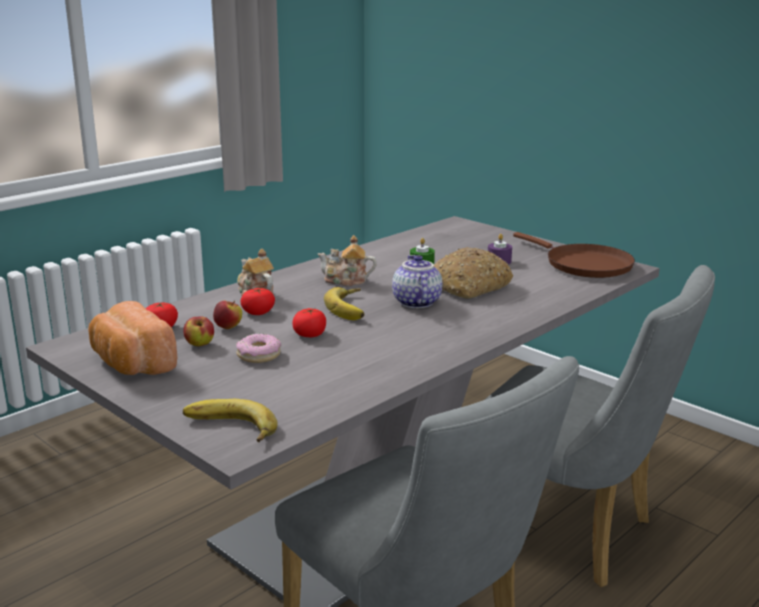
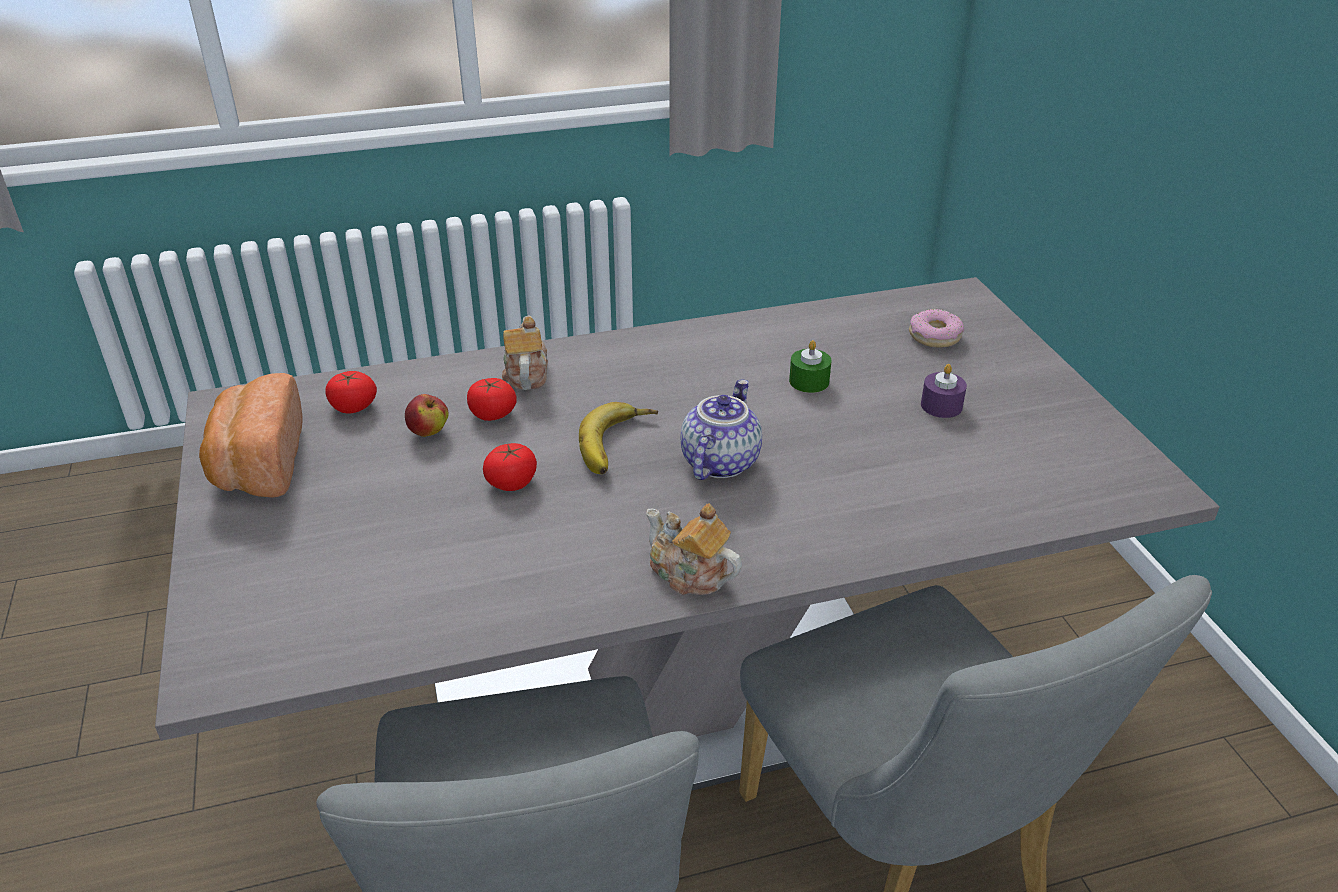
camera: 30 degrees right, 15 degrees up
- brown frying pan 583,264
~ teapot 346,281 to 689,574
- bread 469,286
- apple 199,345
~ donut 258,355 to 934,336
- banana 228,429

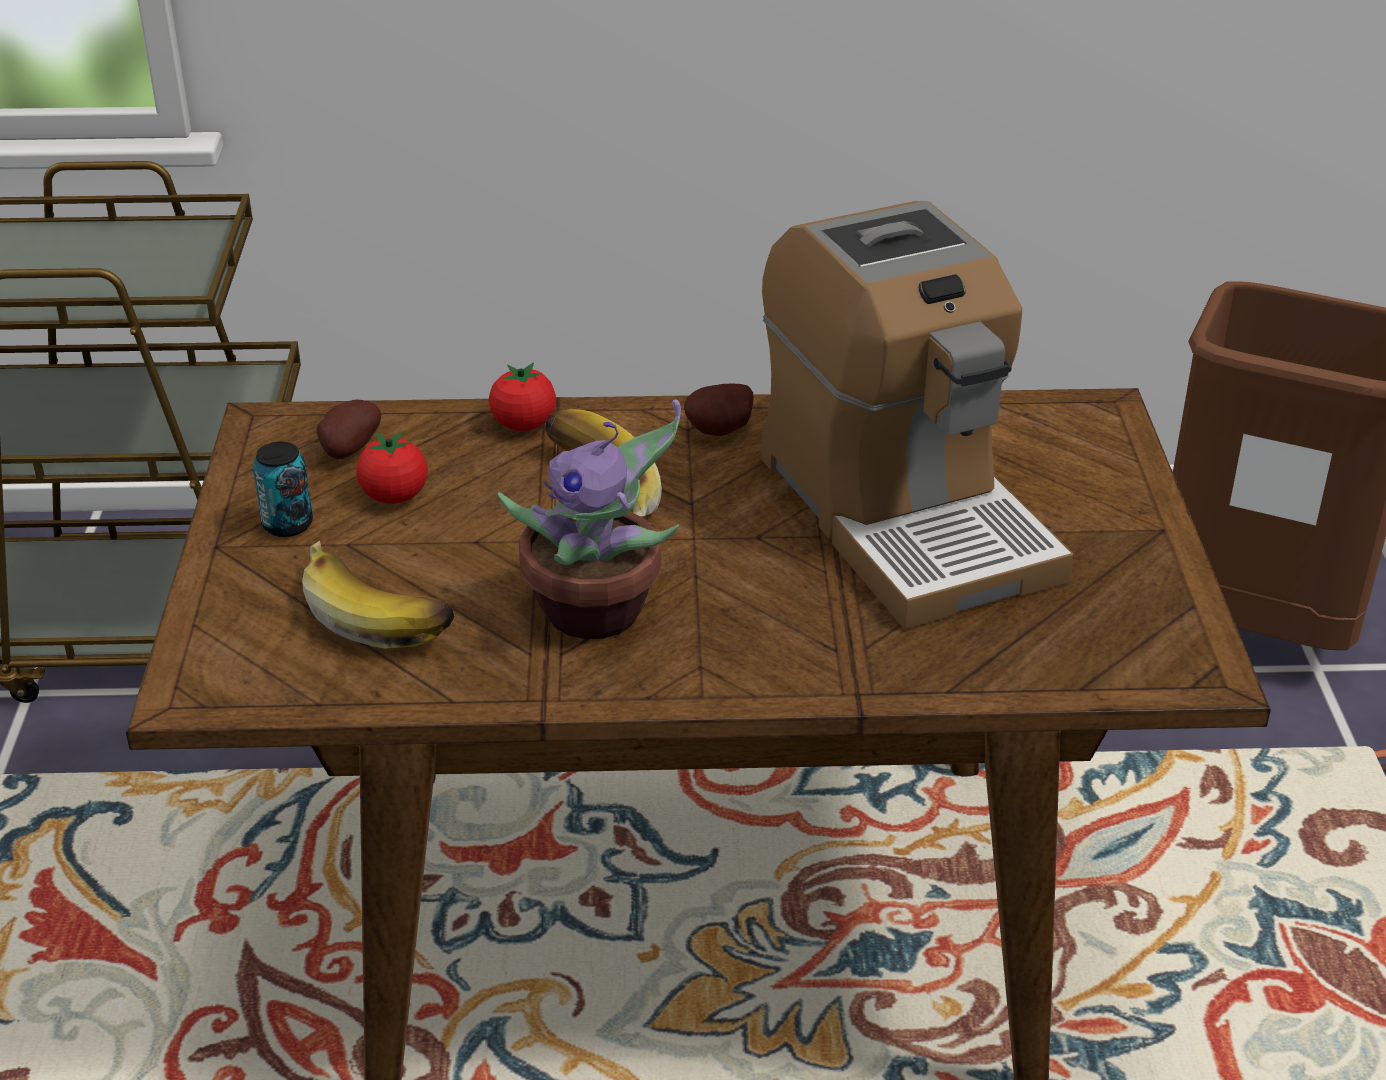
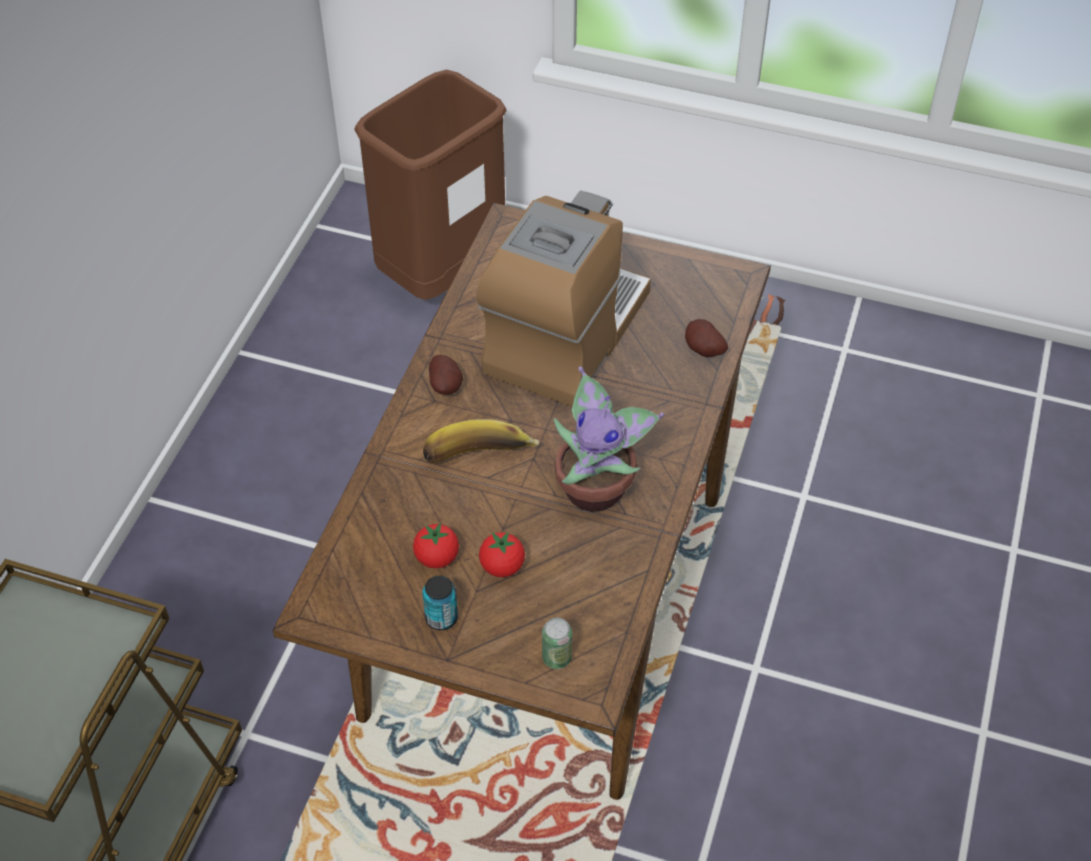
camera: 70 degrees left, 15 degrees up
~ coffee machine 904,514 = 565,335 60 degrees counterclockwise
~ tomato 524,425 to 502,566
~ potato 348,451 to 702,351
- banana 381,614
+ can 556,658

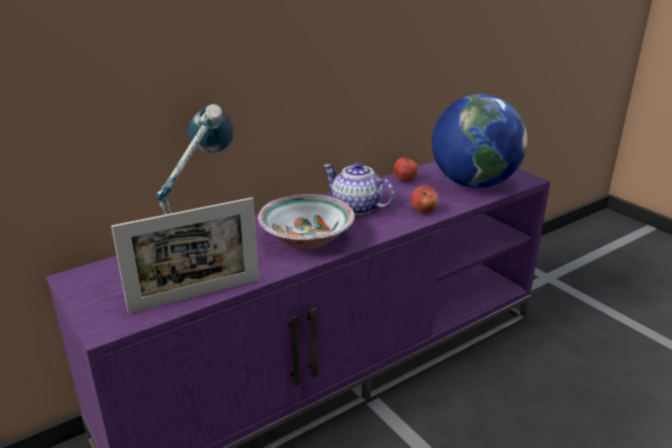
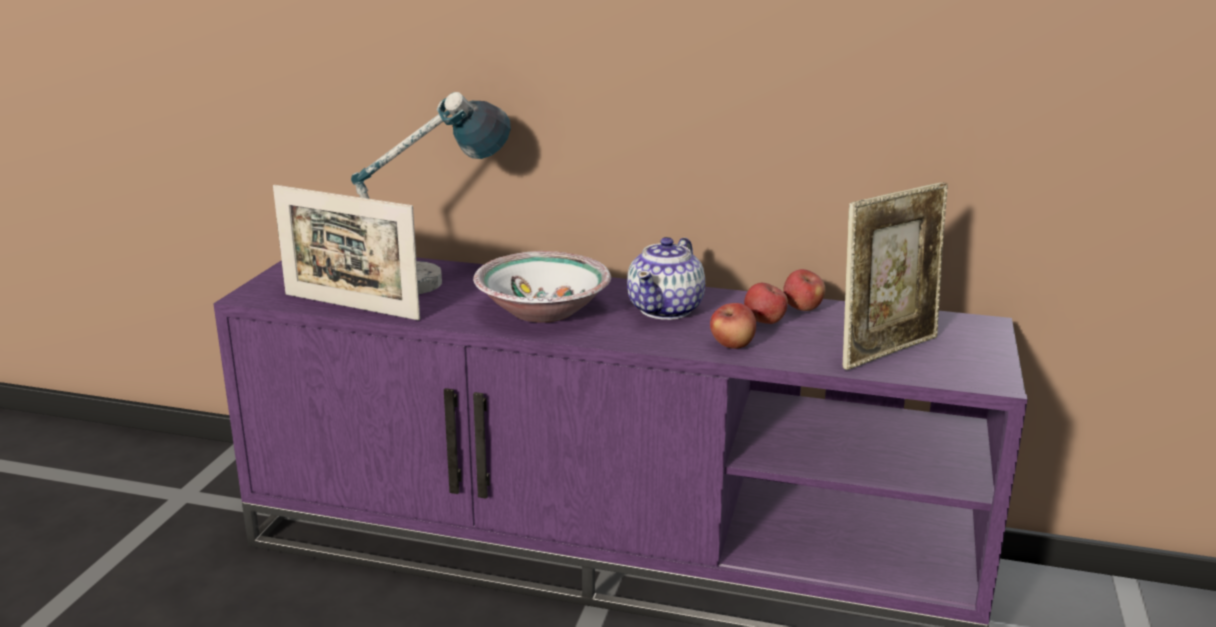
camera: 50 degrees right, 5 degrees down
~ globe 473,183 to picture frame 887,350
~ teapot 357,208 = 666,309 150 degrees counterclockwise
+ apple 764,323

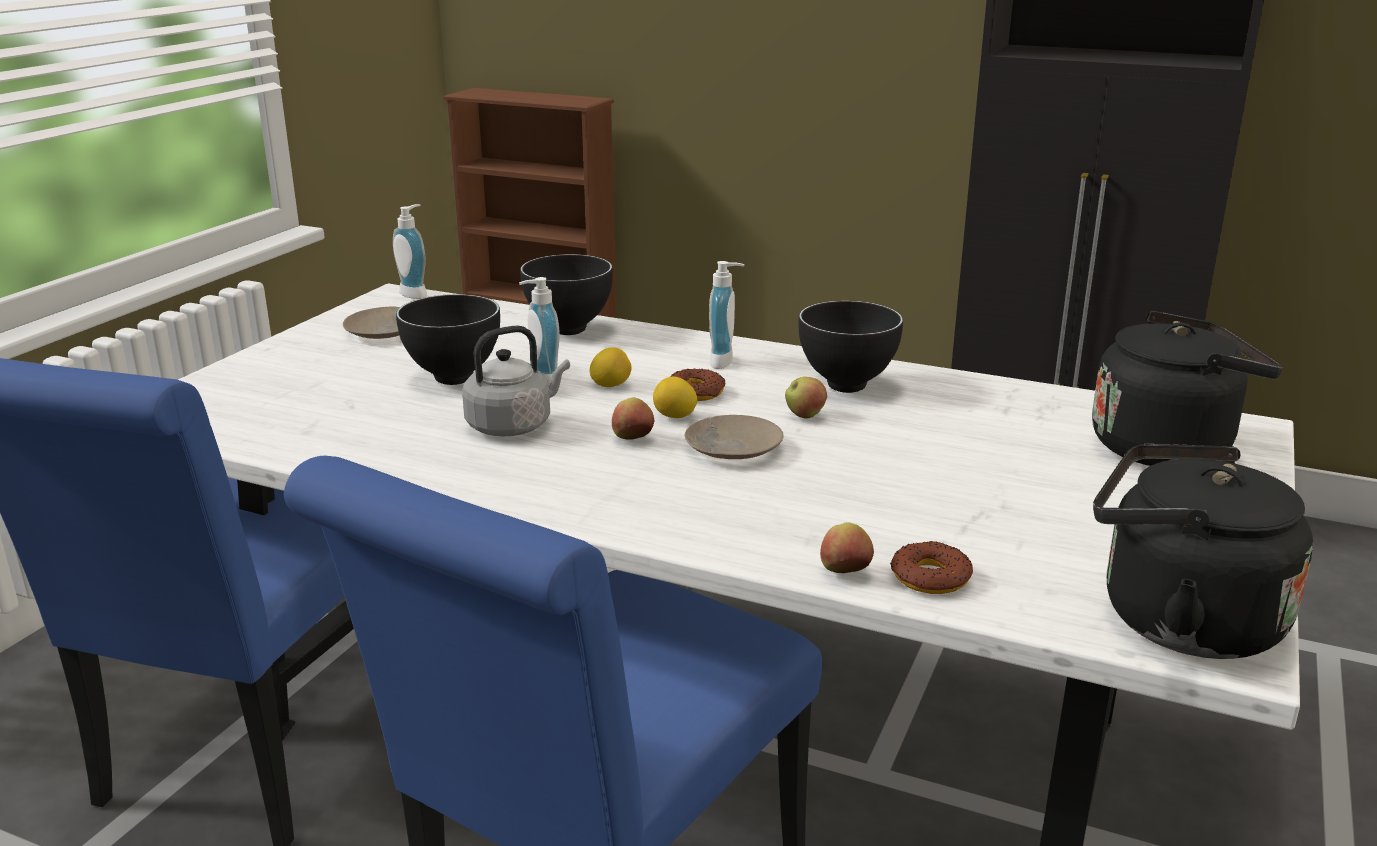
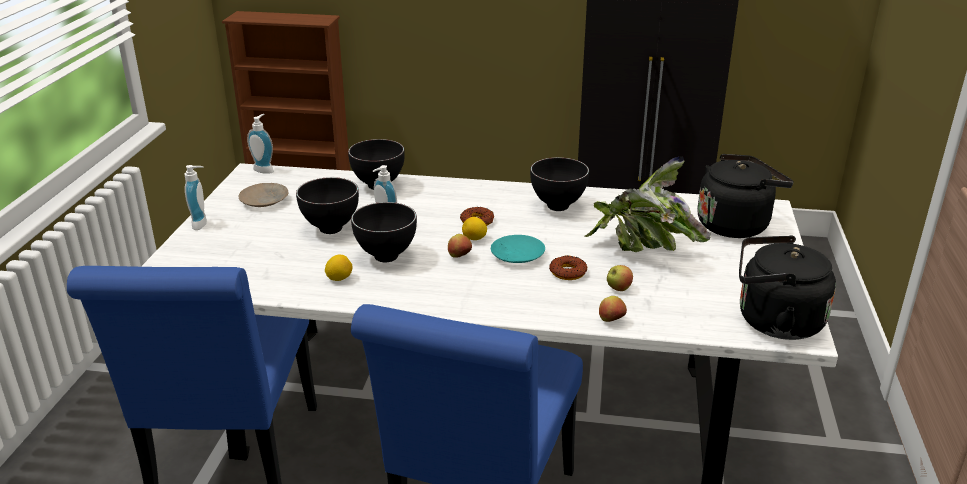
camera: 15 degrees left, 5 degrees up
~ soap dispenser 726,362 to 202,224
~ grey kettle 513,425 to black bowl 386,256
~ lemon 610,385 to 339,278
~ apple 805,416 to 618,289
~ beige plate 732,449 to turquoise plate 517,255
~ donut 930,577 to 567,272
+ potted plant 642,252

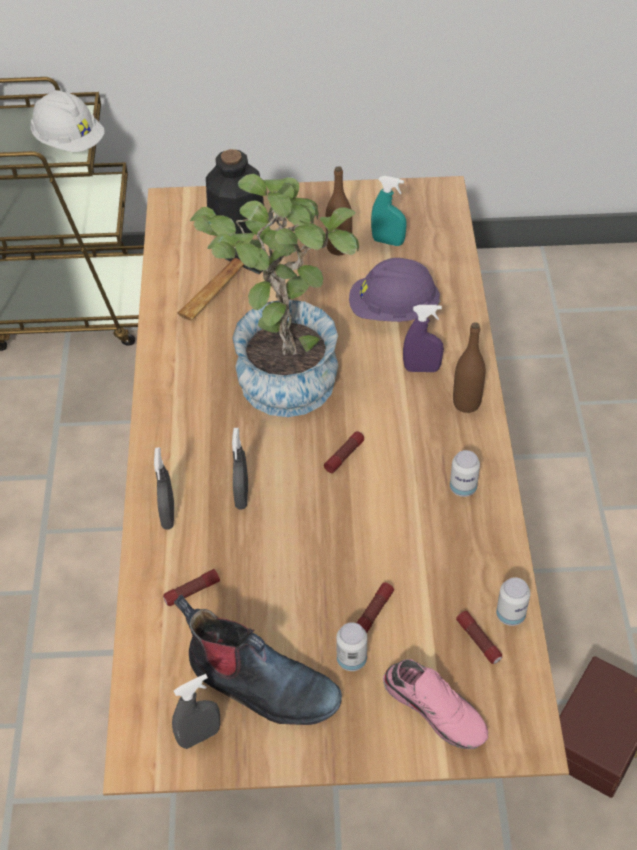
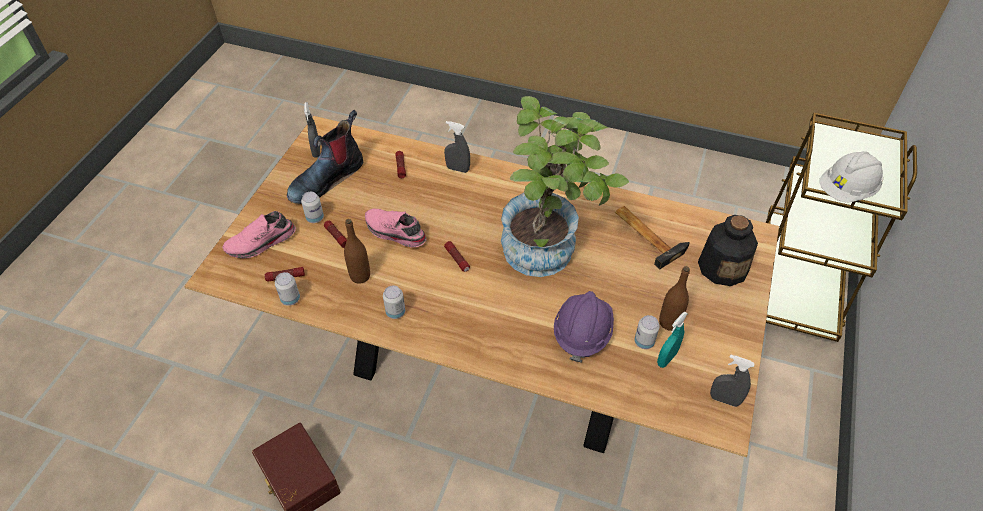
camera: 110 degrees right, 0 degrees up
- purple spray bottle 422,369
~ brown bottle 466,403 to 360,276
~ grey spray bottle 241,496 to 724,399
+ pink shoe 394,233
+ can 644,342

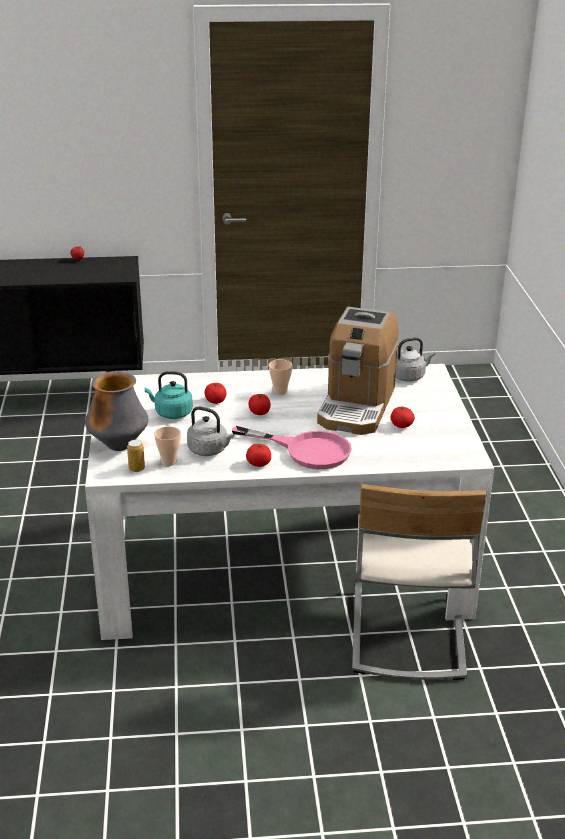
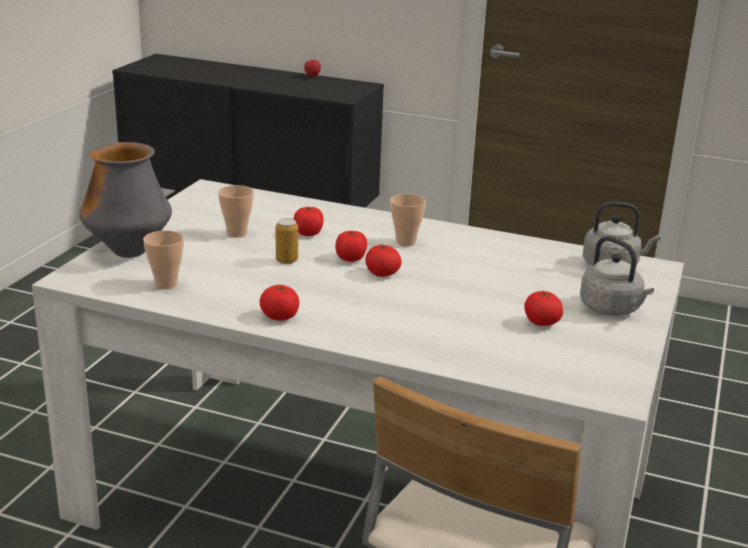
camera: 25 degrees right, 5 degrees down
- coffee machine 356,406
~ turquoise kettle 171,413 to cup 237,233
~ grey kettle 209,450 to 612,309
- pink frying pan 307,450
~ can 136,468 to 286,260
+ tomato 382,274

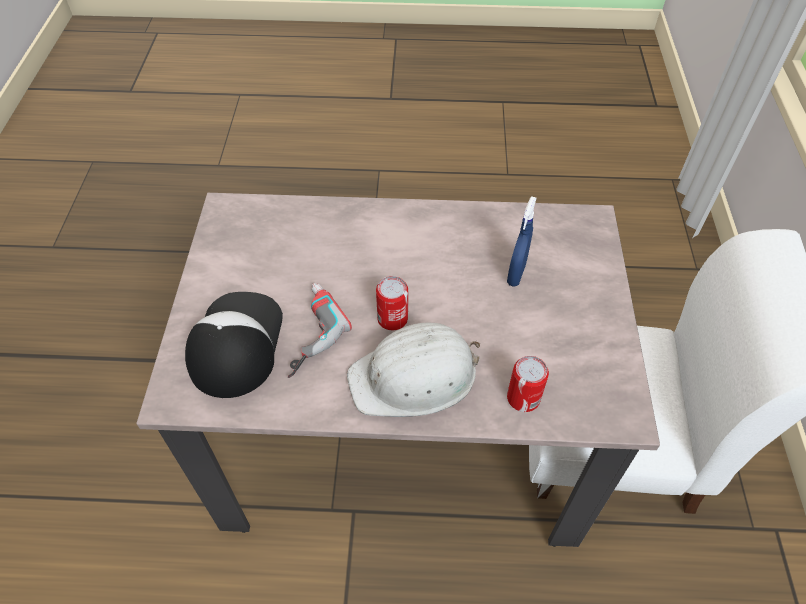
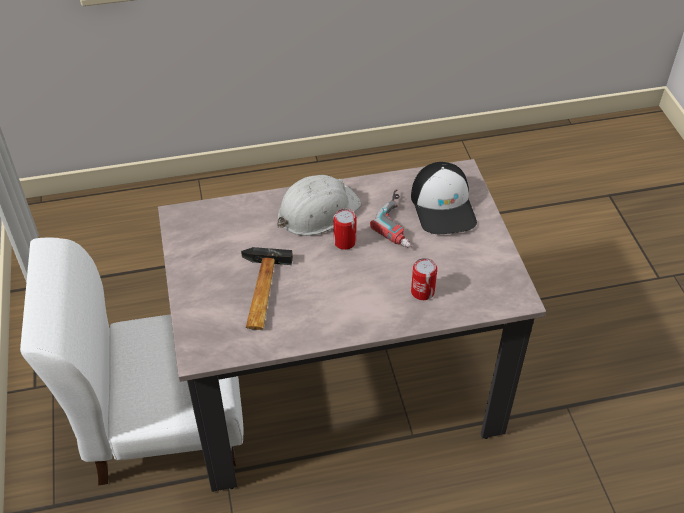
camera: 165 degrees right, 5 degrees down
~ blue spray bottle 516,274 to hammer 260,292
~ can 523,398 to 422,292

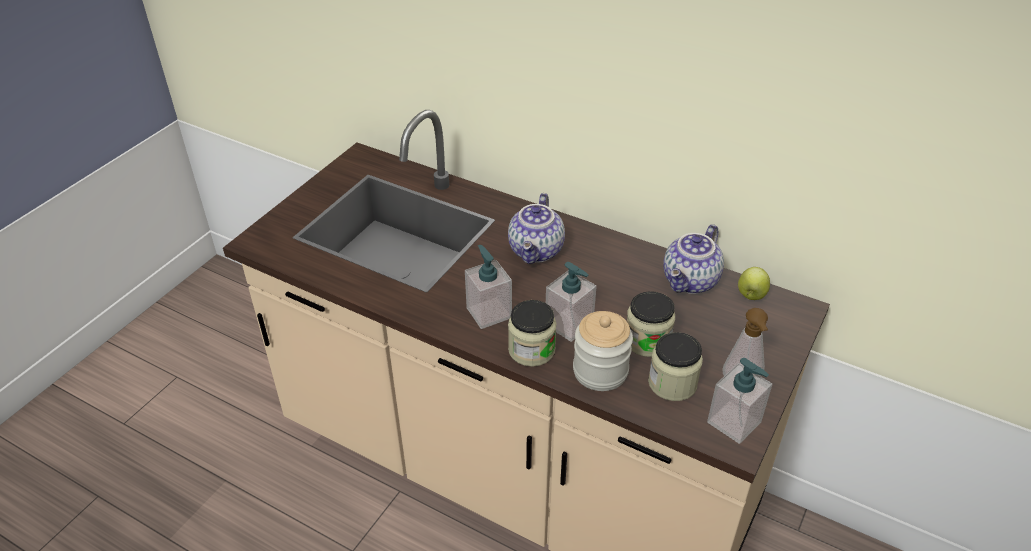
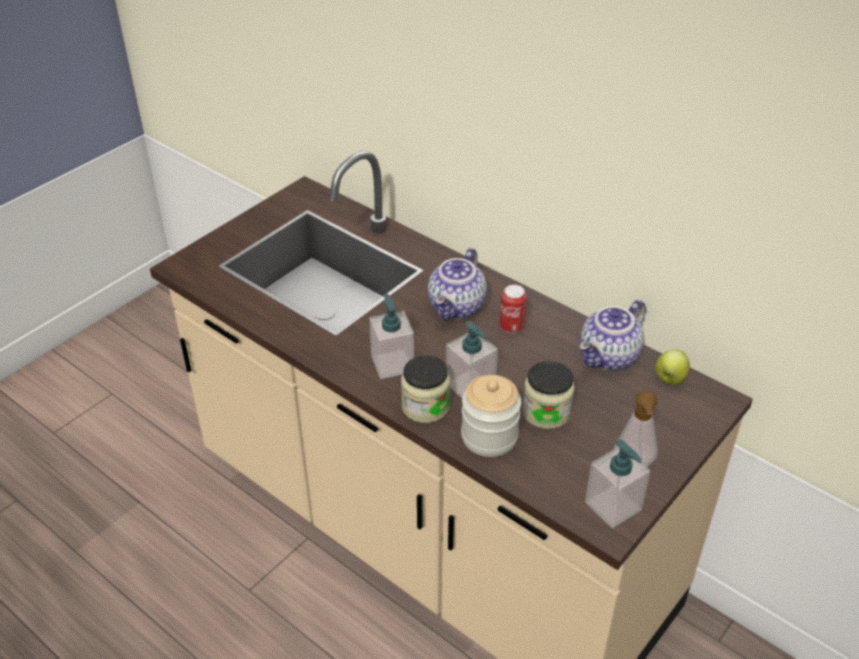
camera: 10 degrees right, 0 degrees up
- jar 672,383
+ can 511,327

